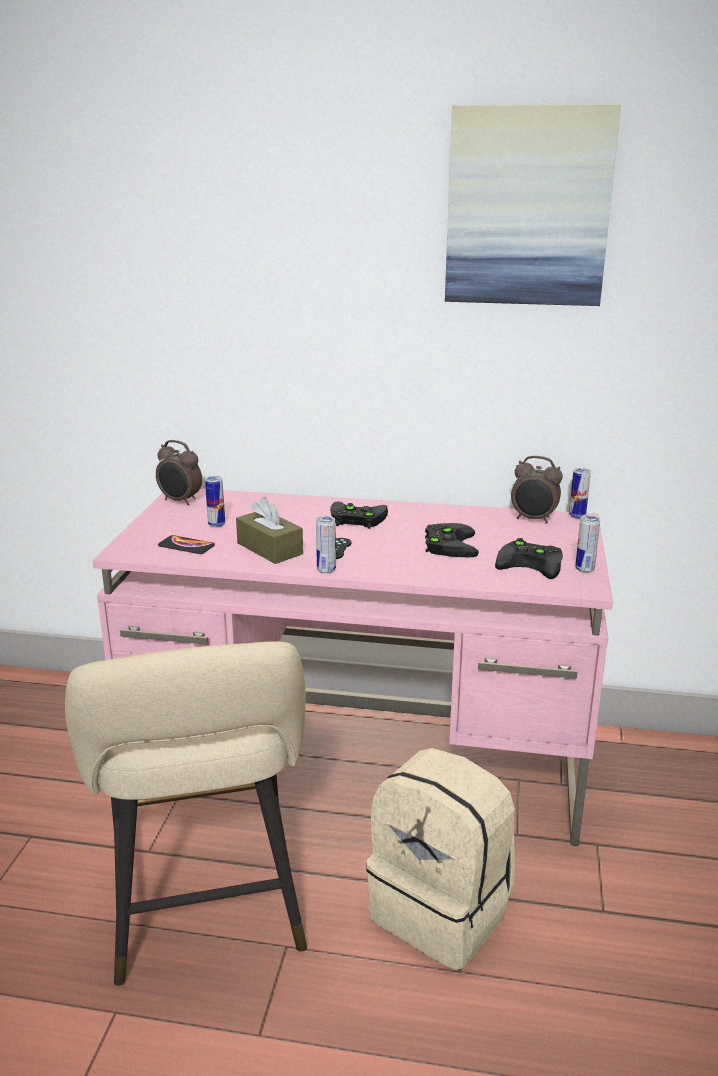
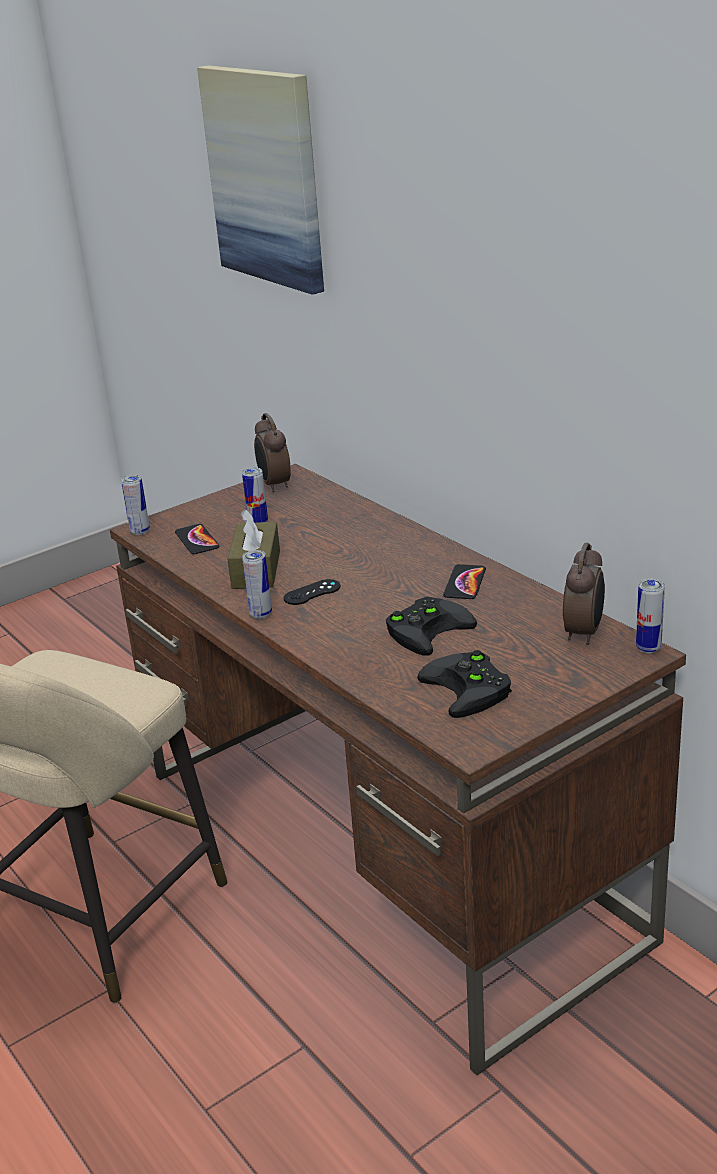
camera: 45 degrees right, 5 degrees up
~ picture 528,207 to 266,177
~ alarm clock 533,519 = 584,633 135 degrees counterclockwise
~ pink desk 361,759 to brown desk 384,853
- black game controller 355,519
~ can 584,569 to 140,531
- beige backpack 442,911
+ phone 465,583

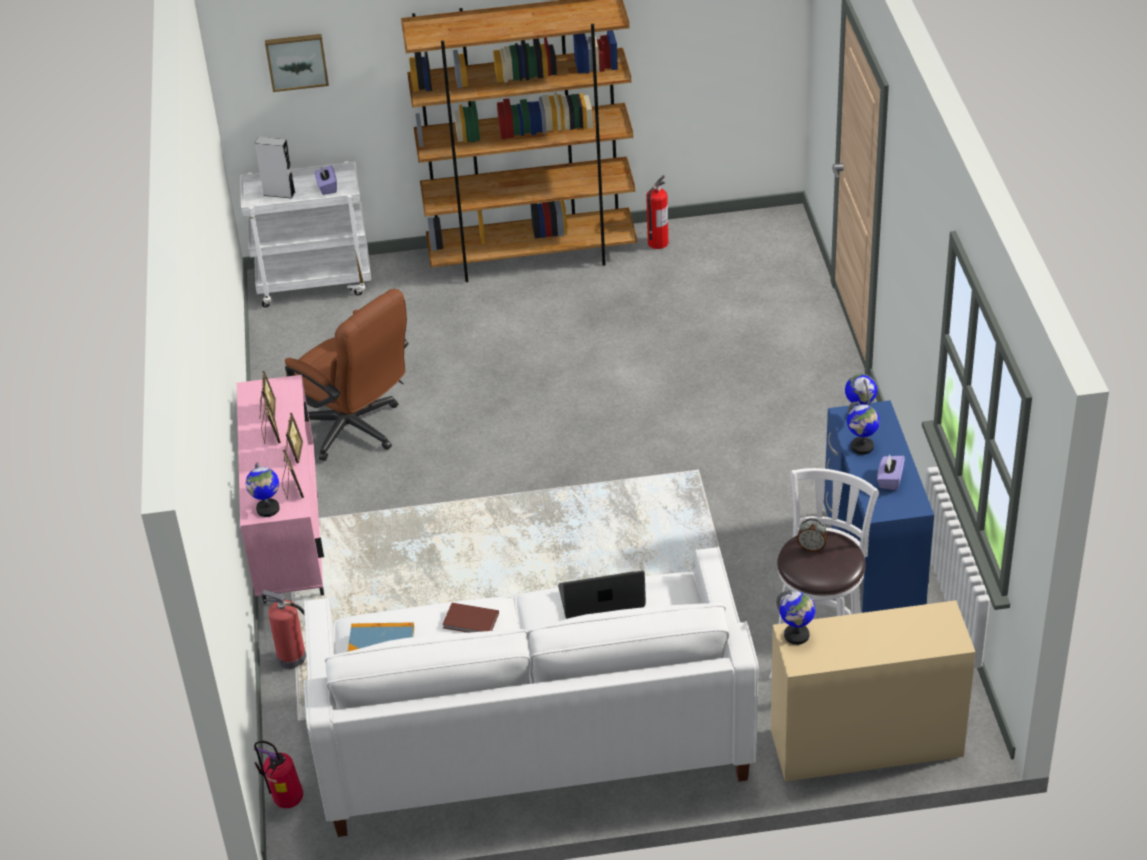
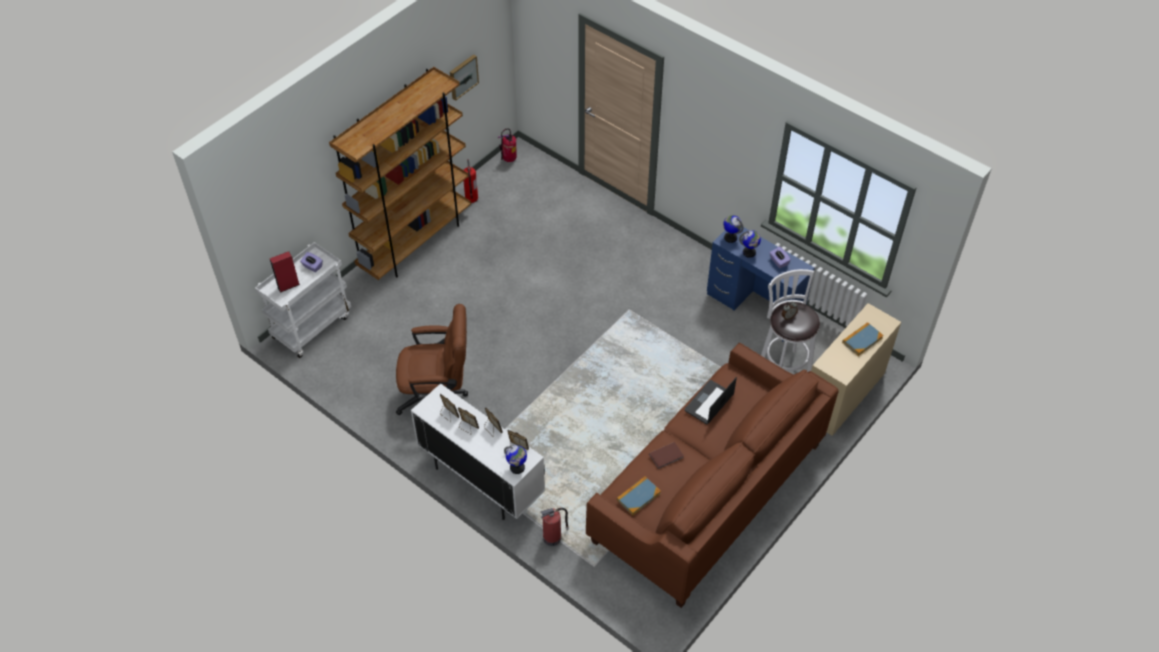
camera: 45 degrees left, 10 degrees up
~ picture 296,61 to 463,76
~ grey speaker 279,193 to red speaker 288,285
~ pink cabinet 291,548 to white cabinet 481,481
~ white sofa 532,735 to brown sofa 707,493
- globe 796,635
~ fire extinguisher 286,801 to 509,160
+ book 862,340

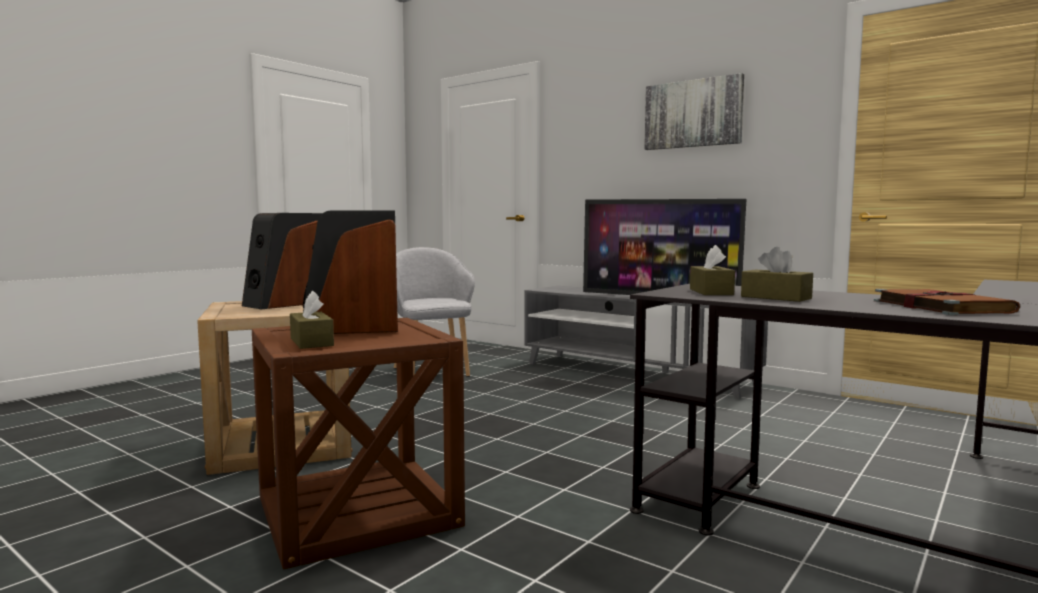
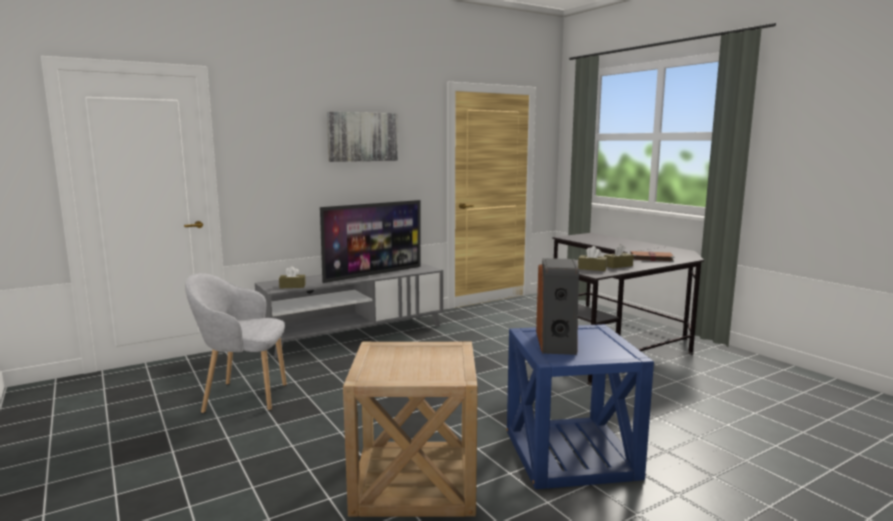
camera: 70 degrees left, 5 degrees up
- speaker 285,304
~ brown tissue box 311,342 to 292,286
~ brown side table 357,511 to blue side table 570,454

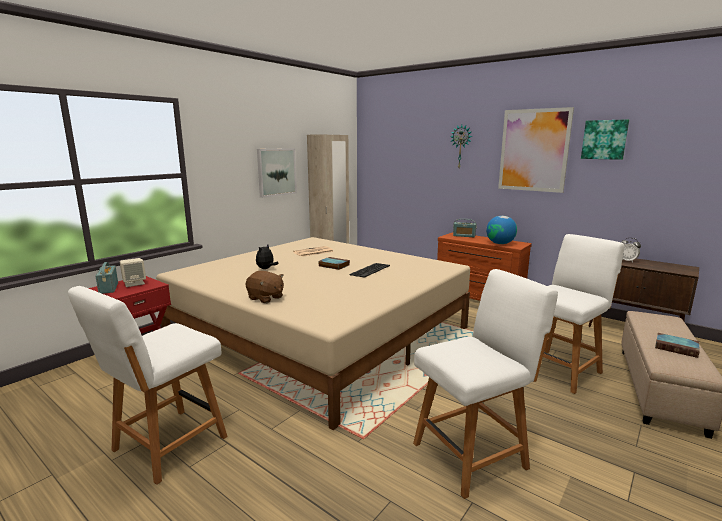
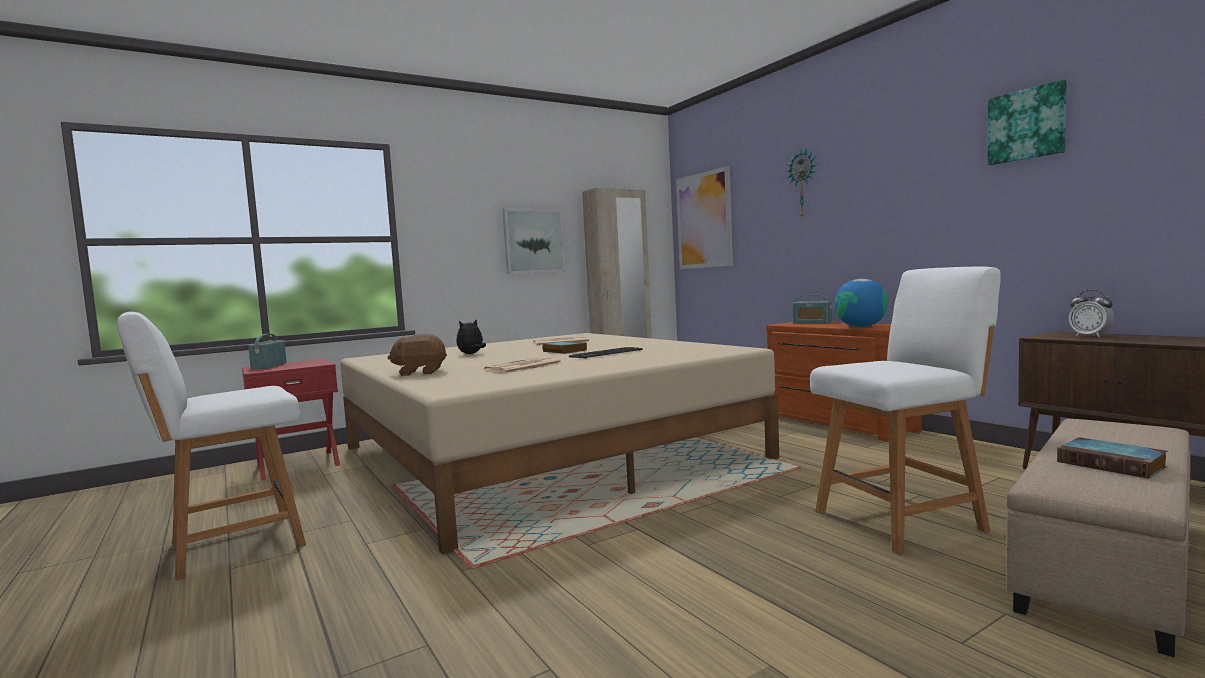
camera: 20 degrees right, 10 degrees down
~ picture 534,150 to 704,220
- beige speaker 134,283
- white chair 472,454
~ brown plush toy 265,298 = 420,373 120 degrees clockwise
+ newspaper 523,367

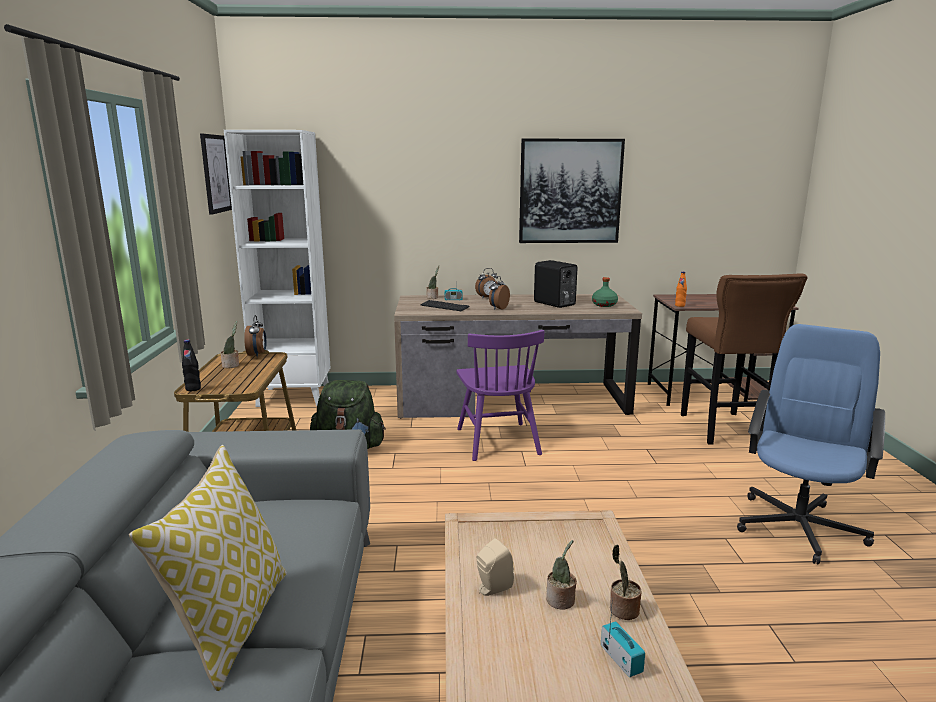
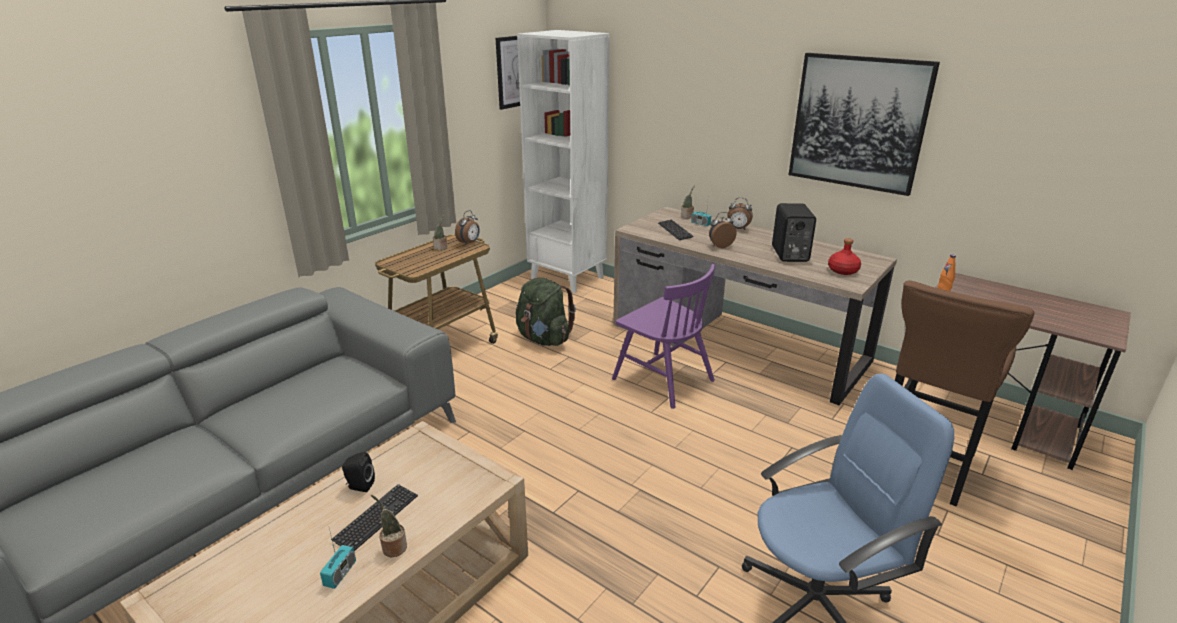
camera: 40 degrees right, 10 degrees up
~ green bottle 604,305 to red bottle 842,271
~ purple chair 498,441 = 662,379 75 degrees counterclockwise
- black bottle 193,389
- pillow 230,623
~ beige speaker 492,588 to black speaker 359,486
~ potted plant 561,601 to keyboard 376,518

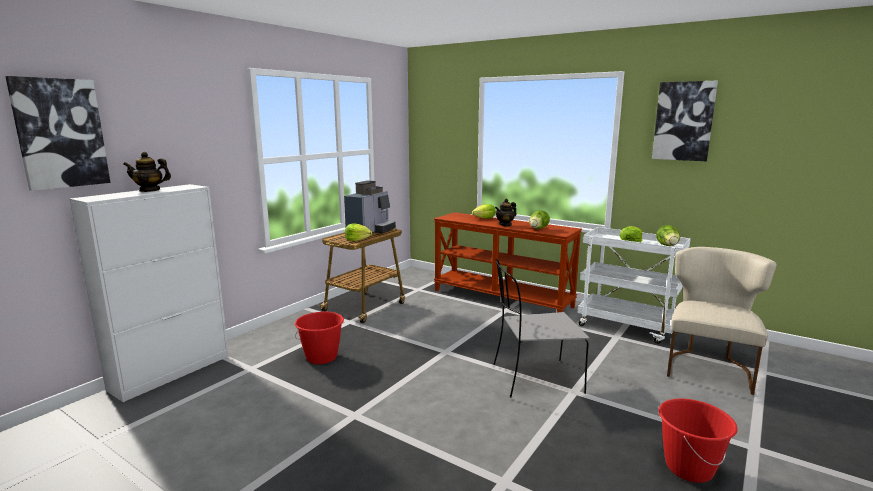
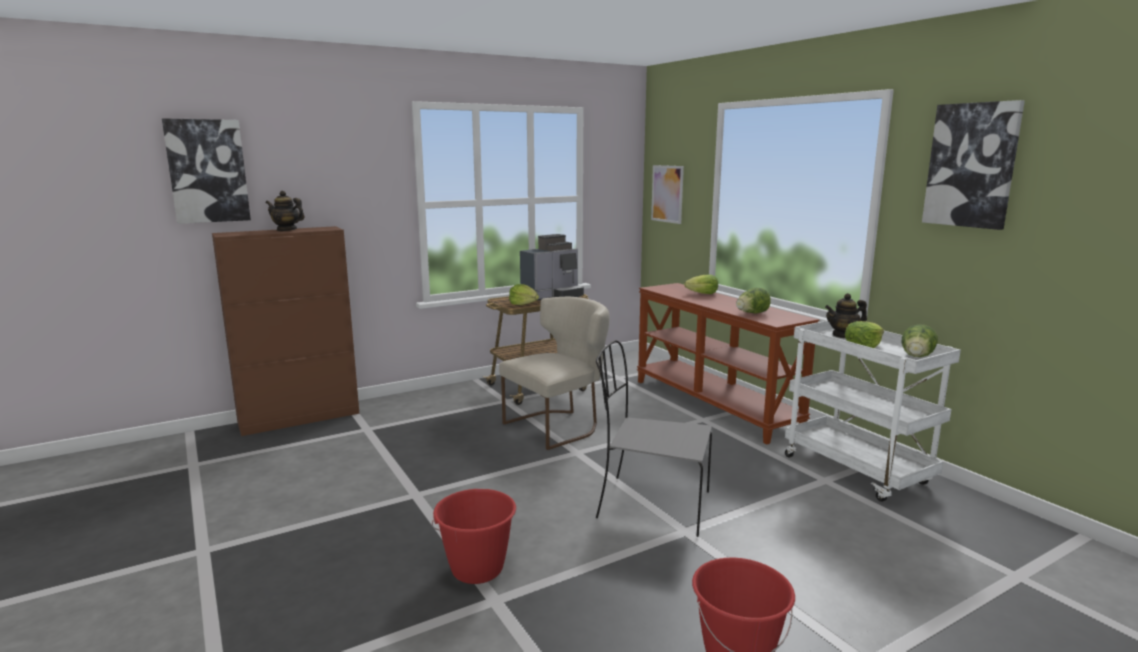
camera: 25 degrees right, 0 degrees up
~ white cabinet 172,372 to brown cabinet 300,418
~ teapot 505,224 to 843,335
~ beige chair 708,367 to 558,426
~ red bucket 322,357 to 477,569
+ picture 667,194

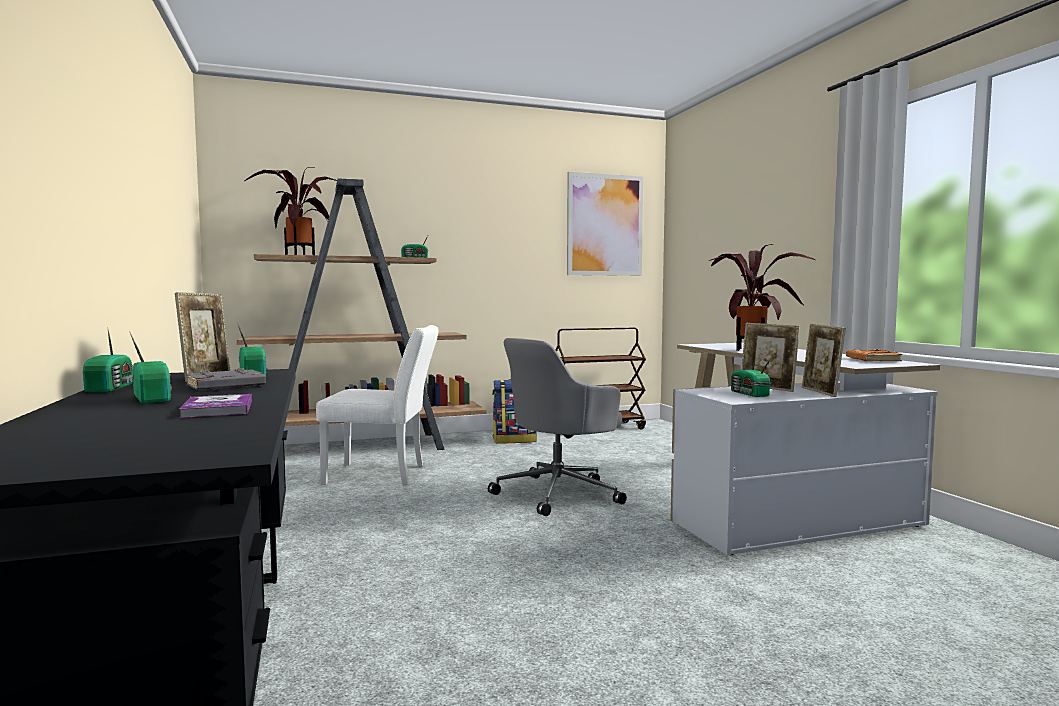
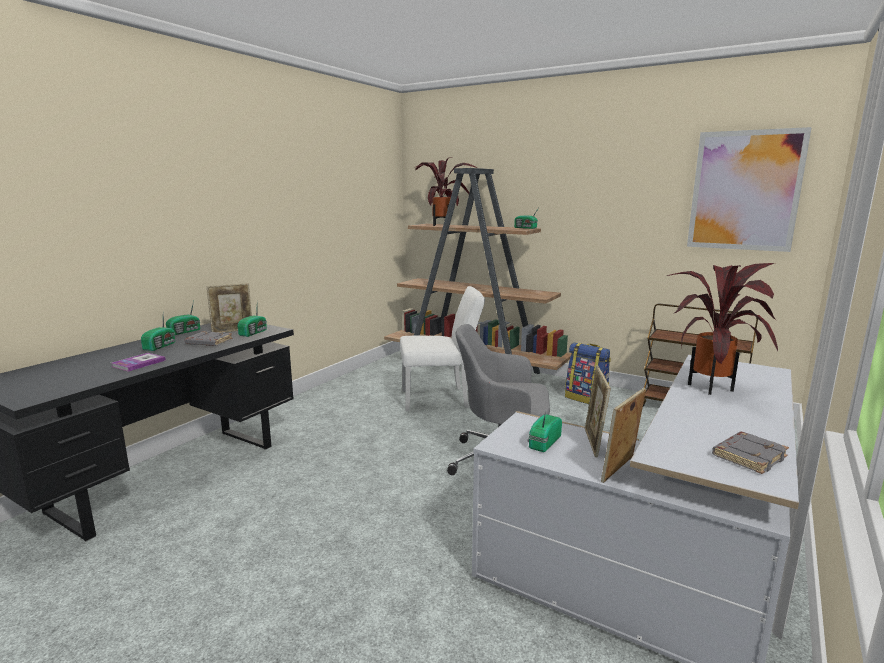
camera: 50 degrees right, 10 degrees up
~ white chair 383,474 = 441,398 60 degrees counterclockwise
~ orange book 871,360 to grey book 748,456

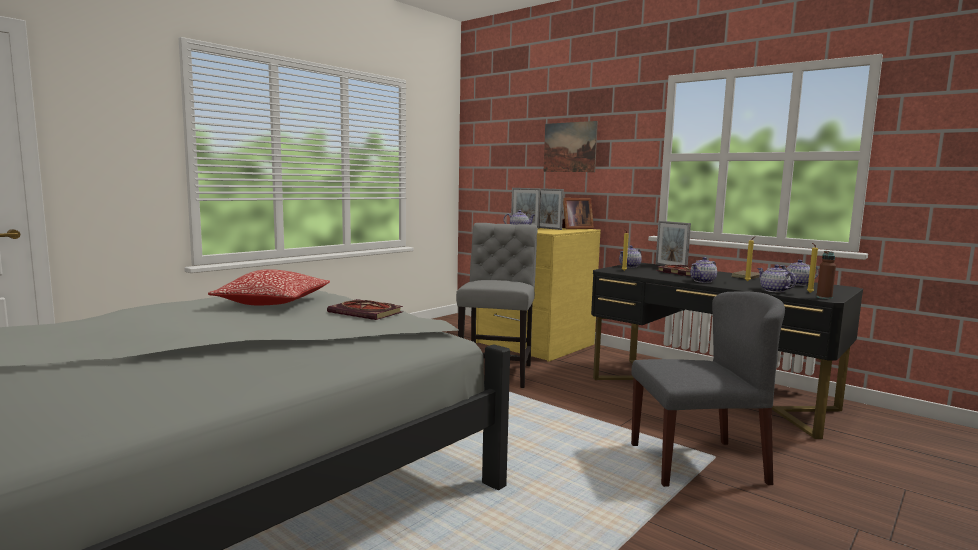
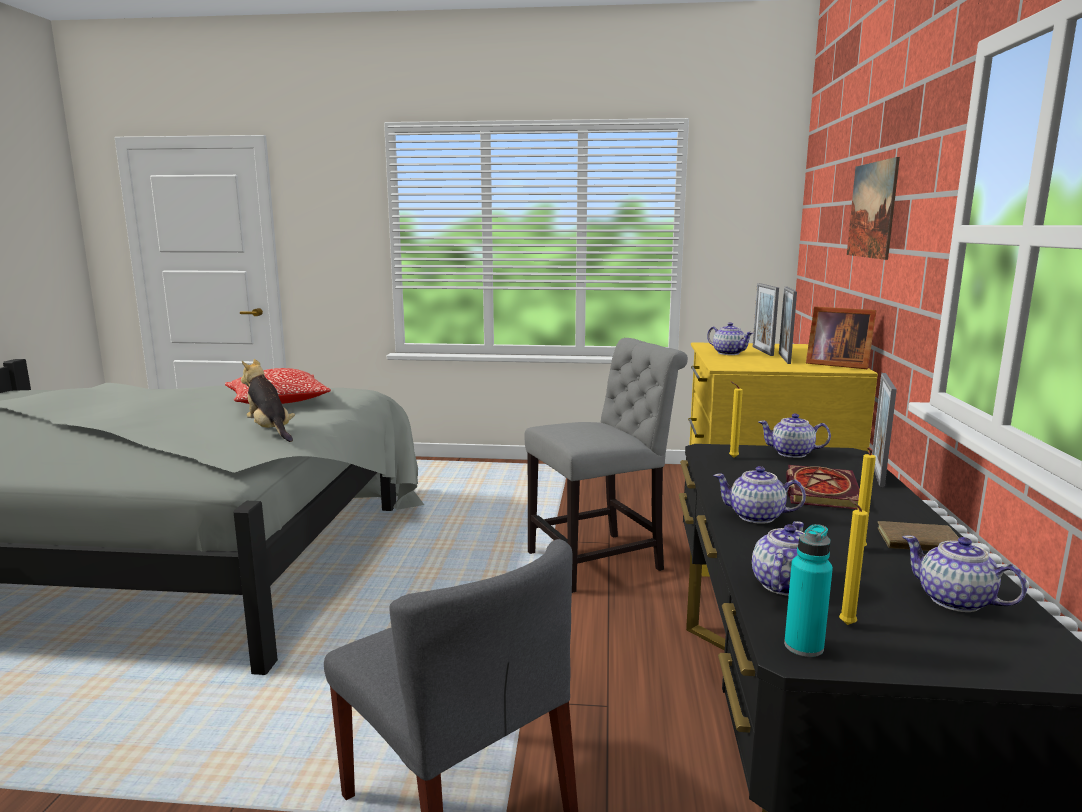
camera: 55 degrees right, 5 degrees up
~ brown bottle 824,297 to turquoise bottle 803,646
~ book 368,313 to plush toy 270,431

